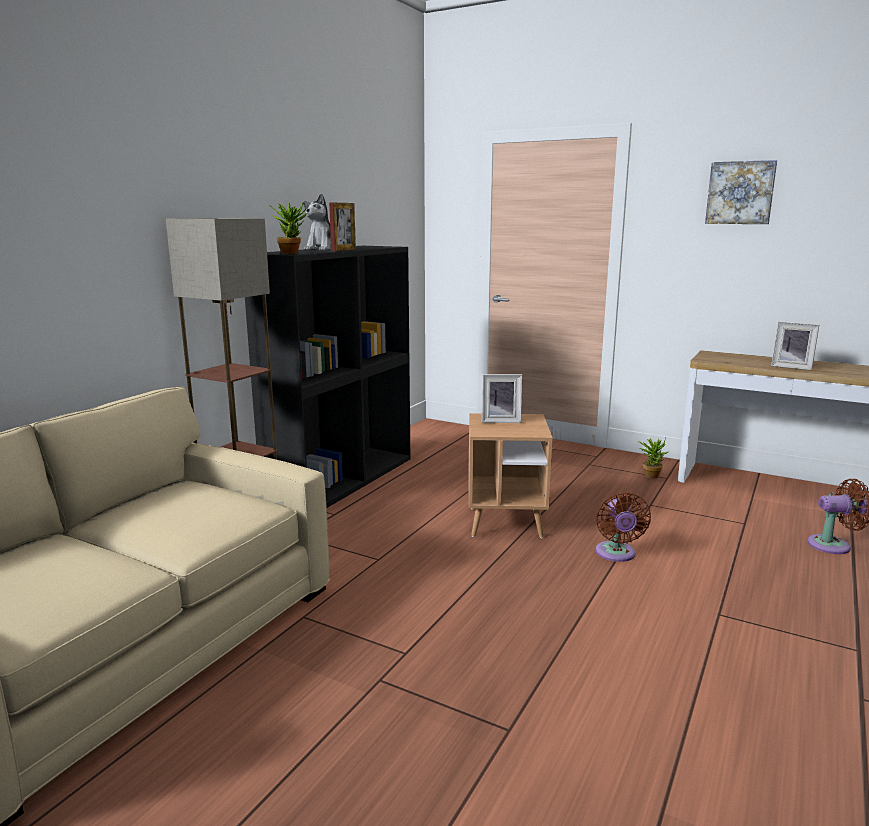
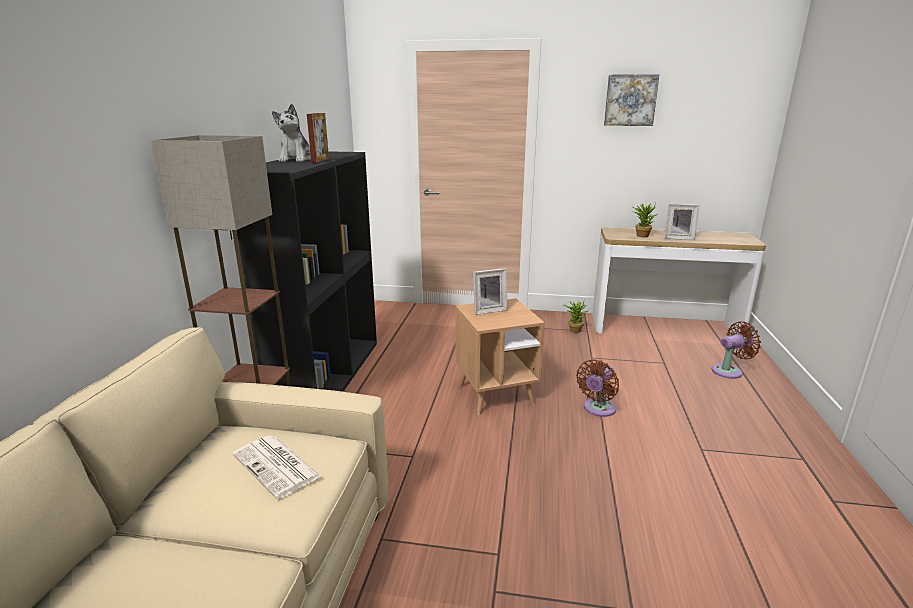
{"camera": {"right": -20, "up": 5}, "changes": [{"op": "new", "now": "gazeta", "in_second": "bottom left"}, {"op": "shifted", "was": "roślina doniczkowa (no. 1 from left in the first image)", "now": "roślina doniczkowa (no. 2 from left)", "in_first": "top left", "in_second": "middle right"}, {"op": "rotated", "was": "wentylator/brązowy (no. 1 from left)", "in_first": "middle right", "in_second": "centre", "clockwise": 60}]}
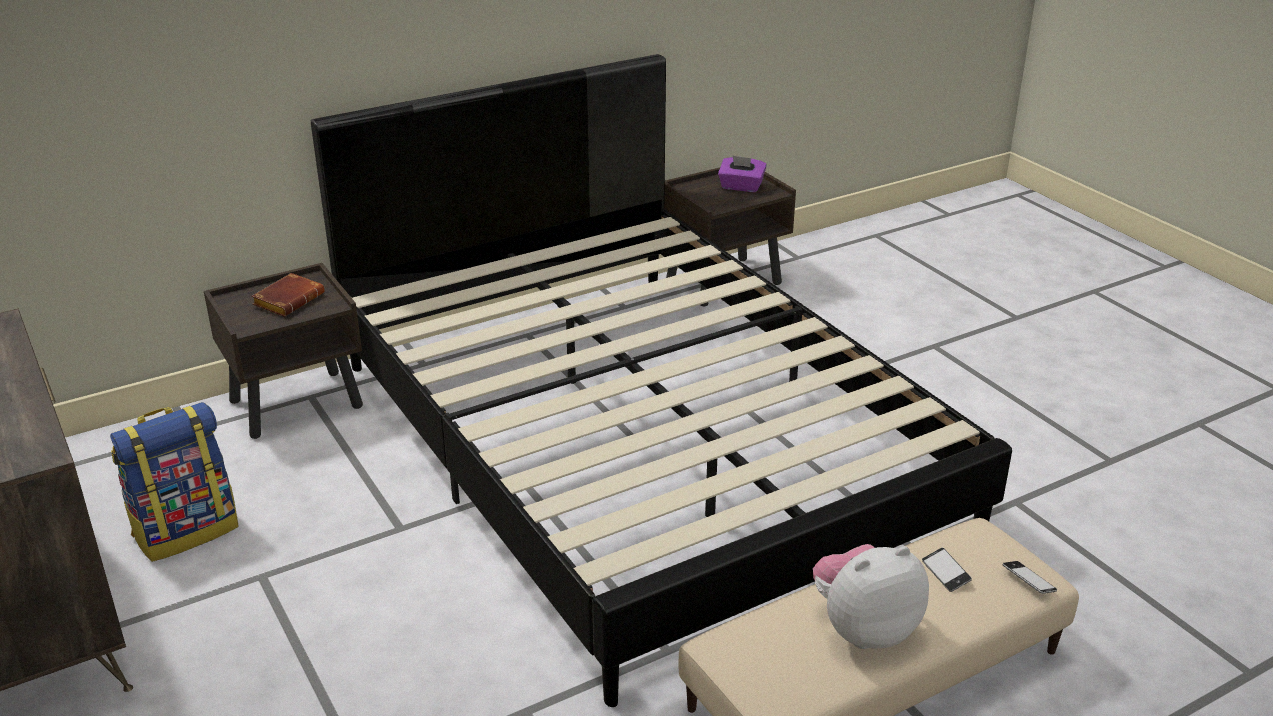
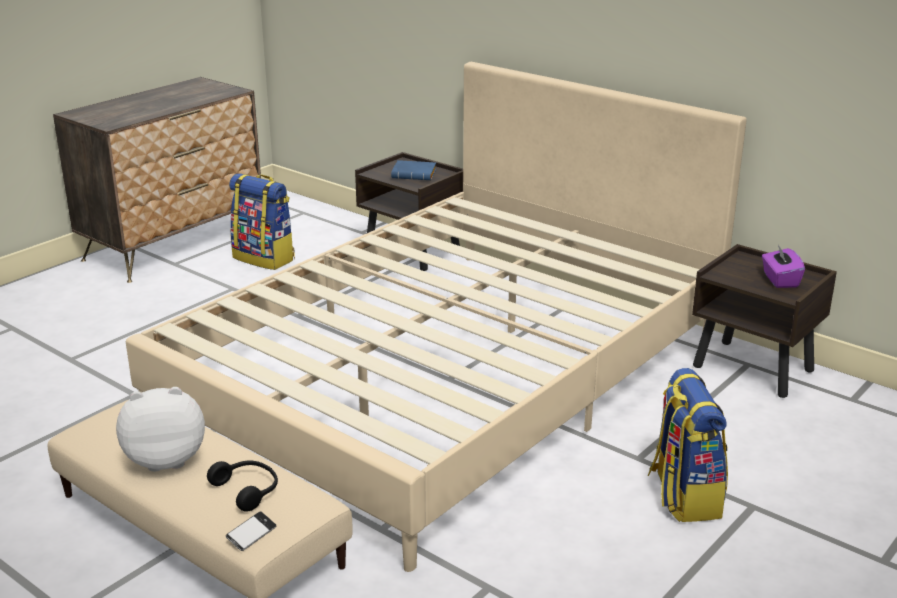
{"camera": {"right": 70, "up": -5}, "changes": [{"op": "new", "now": "plecak (no. 2 from left)", "in_second": "bottom right"}, {"op": "swapped", "was": "telefon (no. 1 from left)", "now": "słuchawki/czarny", "in_first": "bottom right", "in_second": "bottom left"}, {"op": "repainted", "was": "książka/brązowy", "now": "książka/niebieski", "in_first": "middle left", "in_second": "top centre"}, {"op": "repainted", "was": "łóżko/czarny", "now": "łóżko/beżowy", "in_first": "centre", "in_second": "centre"}, {"op": "rotated", "was": "pluszak", "in_first": "bottom right", "in_second": "bottom left", "clockwise": -60}]}
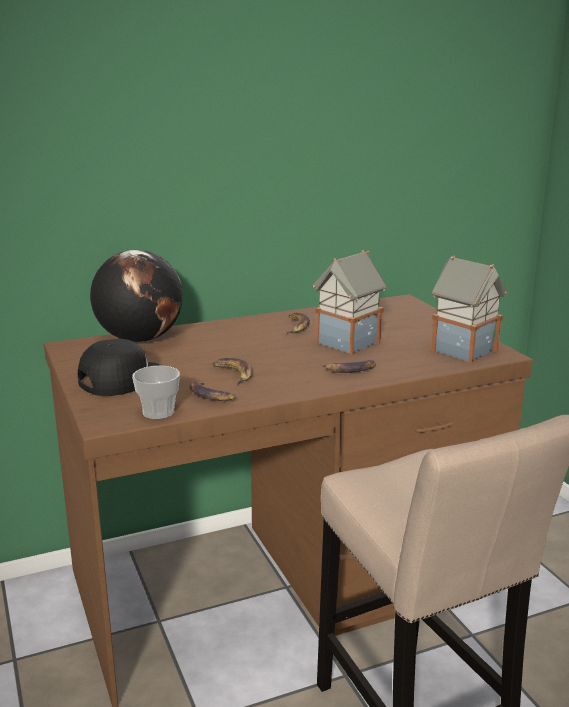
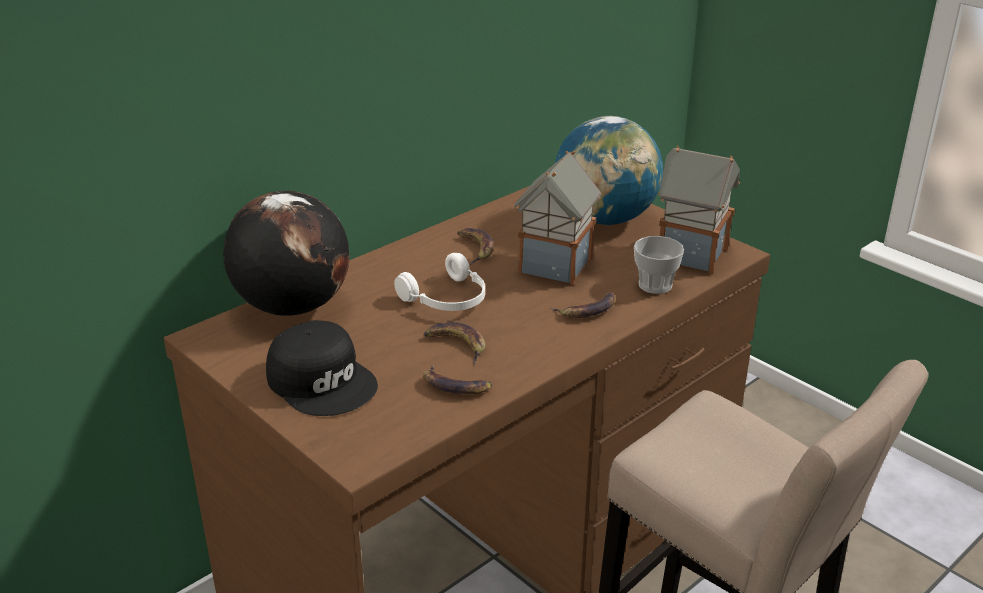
{"camera": {"right": -20, "up": 10}, "changes": [{"op": "new", "now": "słuchawki/biały", "in_second": "centre"}, {"op": "new", "now": "globus (no. 2 from left)", "in_second": "top centre"}, {"op": "shifted", "was": "filiżanka", "in_first": "middle left", "in_second": "middle right"}, {"op": "rotated", "was": "czapka z daszkiem/czarny", "in_first": "middle left", "in_second": "middle left", "clockwise": 105}]}
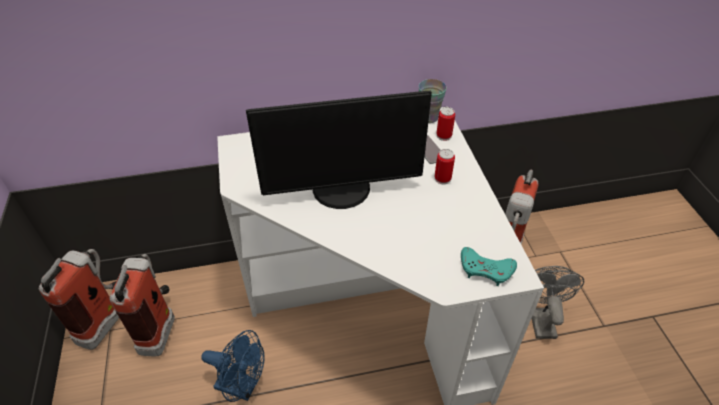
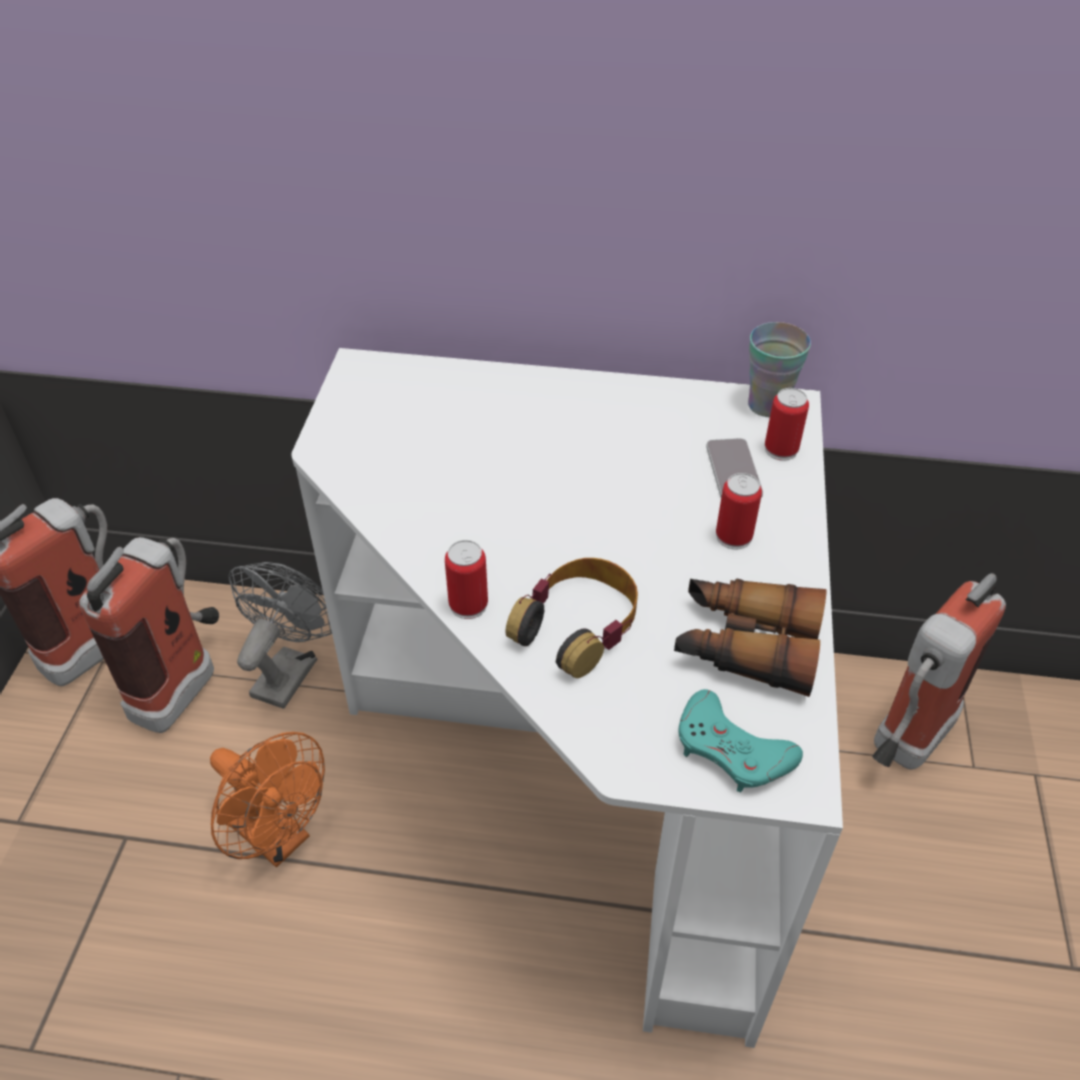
{"camera": {"right": 20, "up": 0}, "changes": [{"op": "gone", "was": "monitor", "in_first": "centre"}, {"op": "new", "now": "puszka (no. 1 from left)", "in_second": "centre"}, {"op": "new", "now": "słuchawki", "in_second": "centre"}, {"op": "new", "now": "lornetka", "in_second": "middle right"}, {"op": "shifted", "was": "wentylator/szary", "in_first": "bottom right", "in_second": "middle left"}, {"op": "repainted", "was": "wentylator/niebieski", "now": "wentylator/pomarańczowy", "in_first": "bottom left", "in_second": "bottom left"}]}
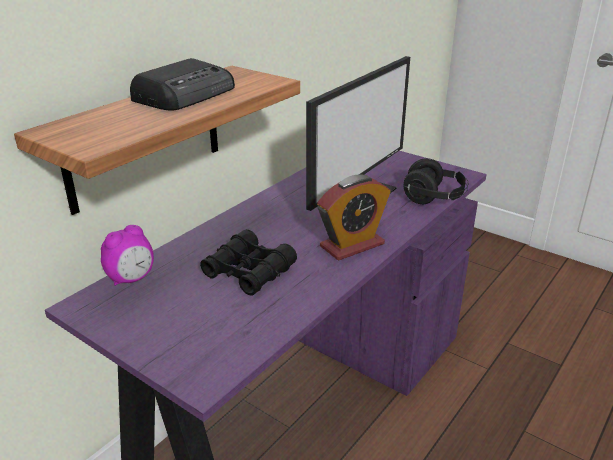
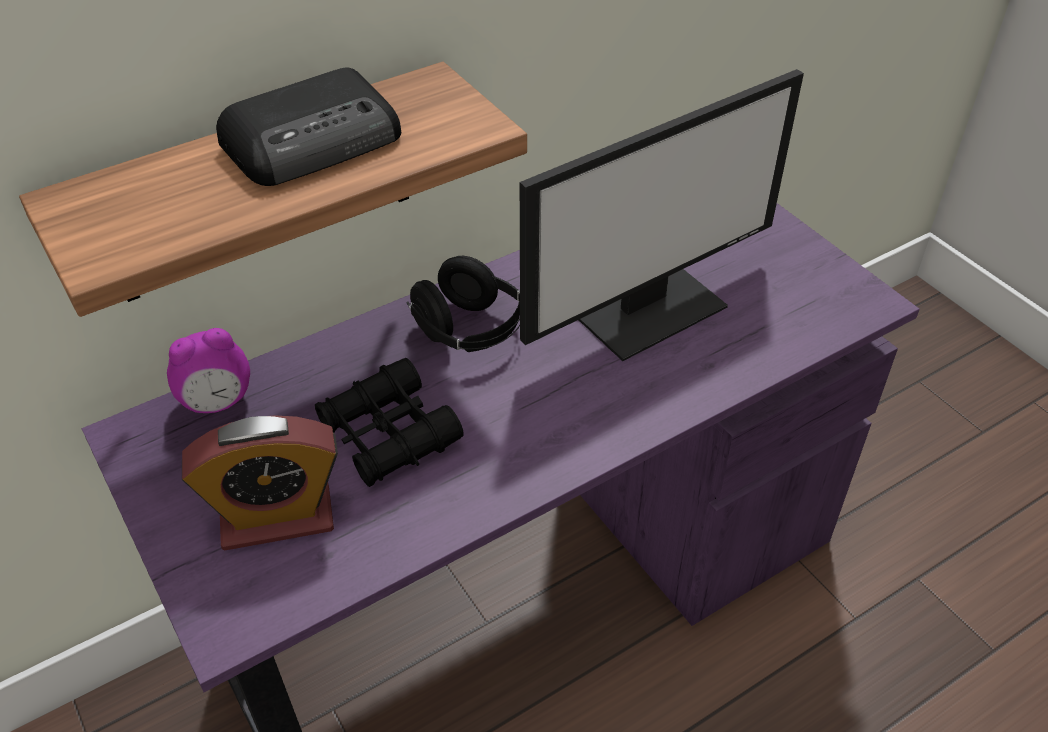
{"camera": {"right": 20, "up": 15}, "changes": [{"op": "shifted", "was": "budzik (no. 2 from left)", "in_first": "centre", "in_second": "middle left"}, {"op": "shifted", "was": "słuchawki/czarny", "in_first": "middle right", "in_second": "centre"}]}
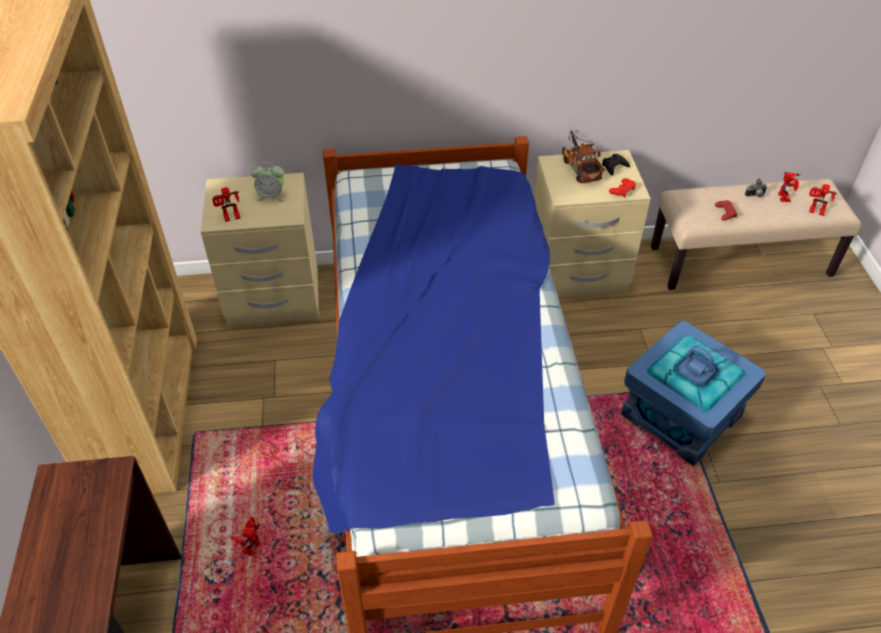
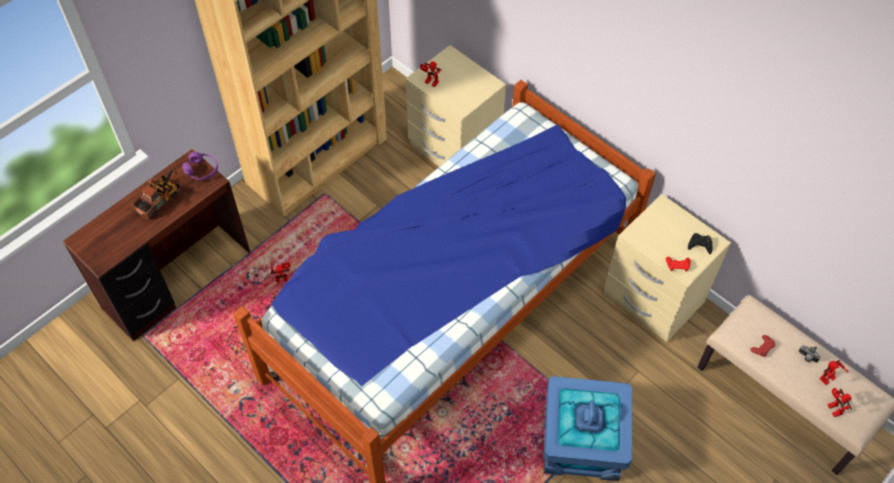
{"camera": {"right": 50, "up": 10}, "changes": [{"op": "gone", "was": "budzik", "in_first": "top left"}, {"op": "new", "now": "słuchawki/fioletowy", "in_second": "middle left"}, {"op": "shifted", "was": "ciężarówka zabawkowa", "in_first": "top centre", "in_second": "middle left"}]}
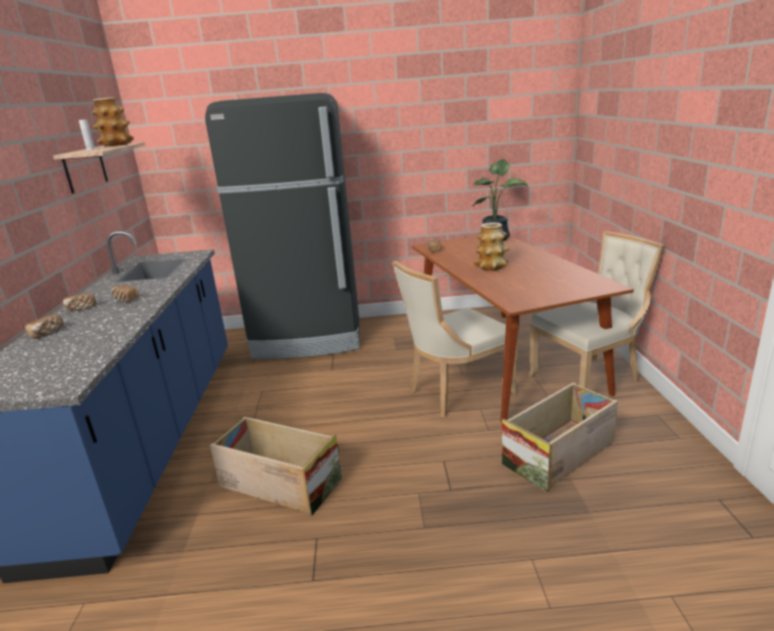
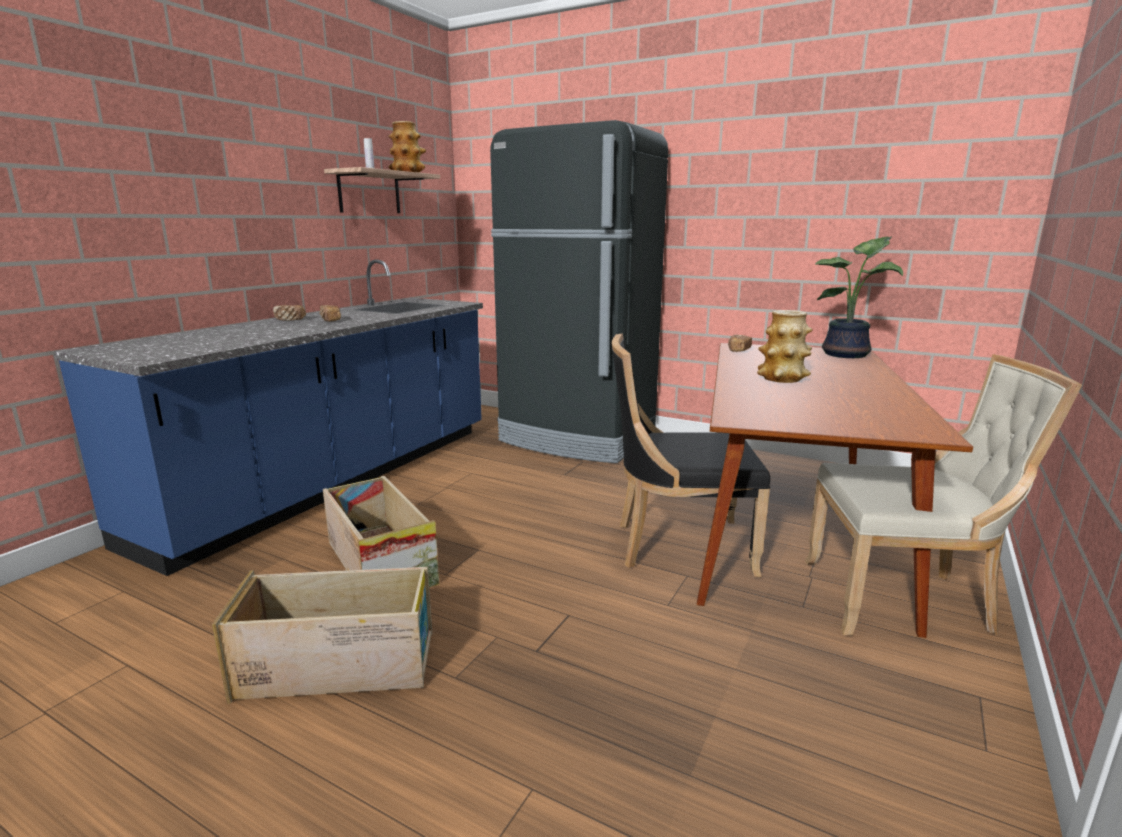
{"camera": {"right": 30, "up": -5}, "changes": [{"op": "gone", "was": "chleb (no. 1 from left)", "in_first": "middle left"}, {"op": "shifted", "was": "skrzynka (no. 2 from left in the first image)", "now": "skrzynka (no. 1 from left)", "in_first": "bottom right", "in_second": "bottom left"}, {"op": "repainted", "was": "krzesło/beżowy (no. 1 from left)", "now": "krzesło/czarny", "in_first": "centre", "in_second": "centre"}]}
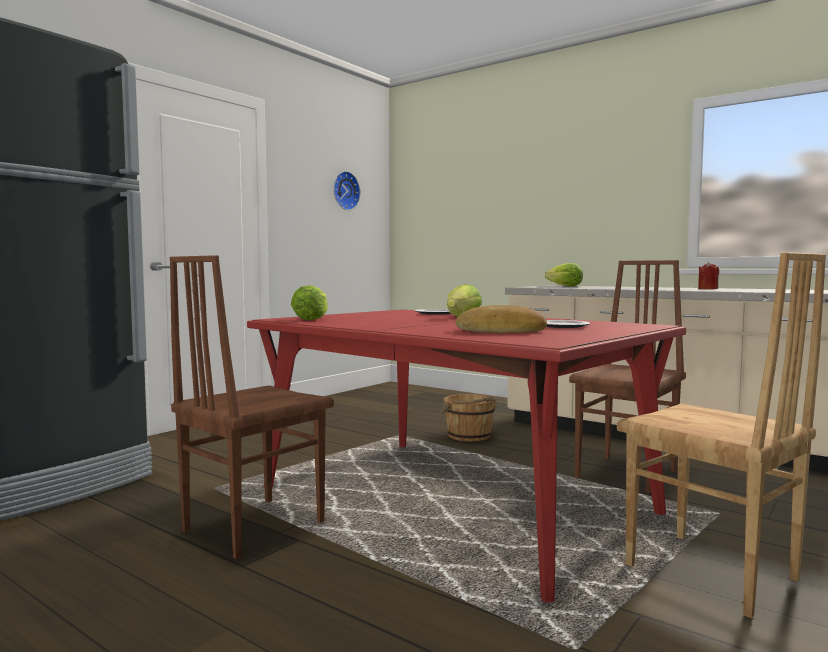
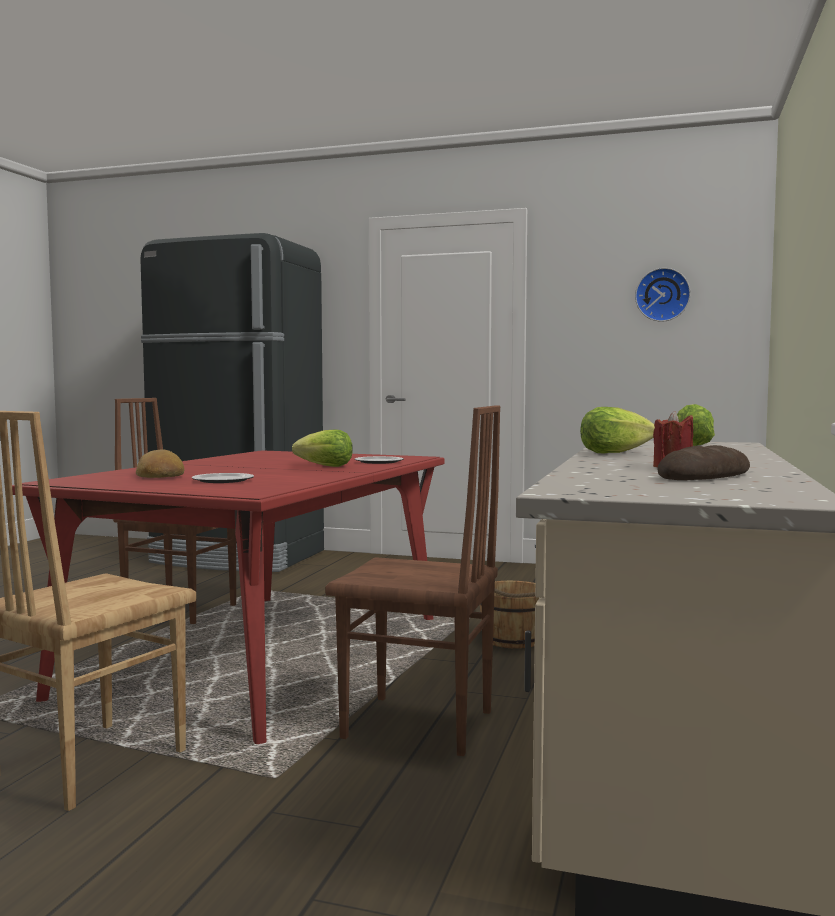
{"camera": {"right": 70, "up": 0}, "changes": [{"op": "new", "now": "chleb (no. 2 from left)", "in_second": "middle right"}, {"op": "shifted", "was": "sałata (no. 1 from left in the first image)", "now": "sałata (no. 2 from left)", "in_first": "centre", "in_second": "middle right"}]}
